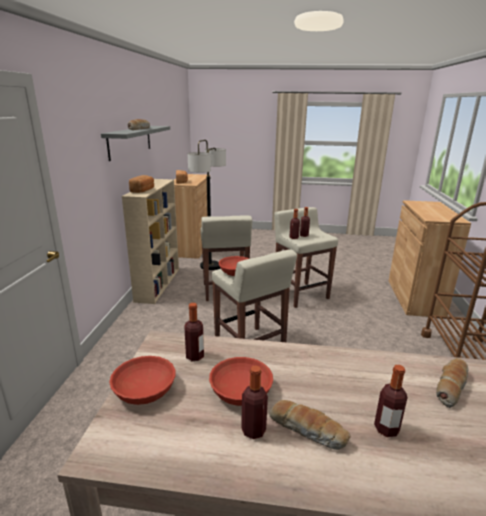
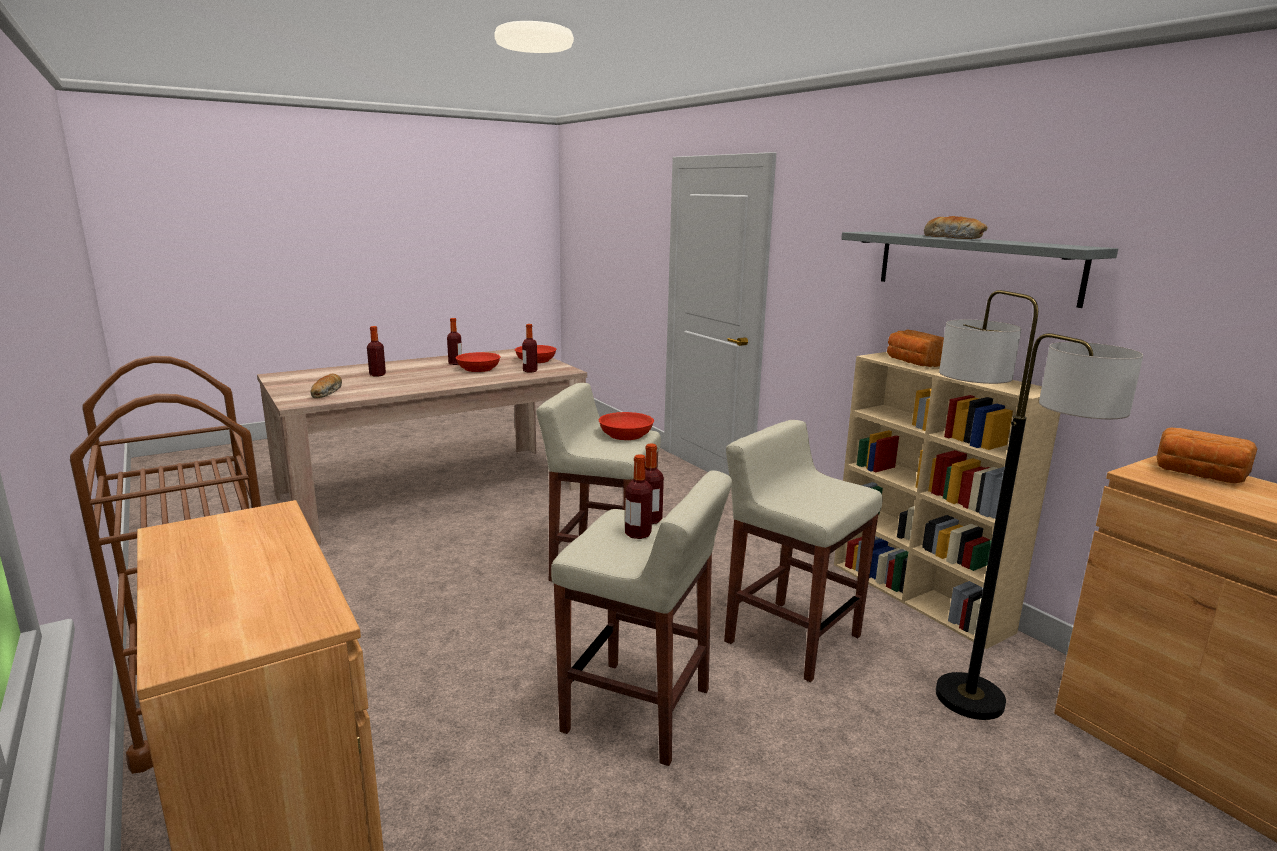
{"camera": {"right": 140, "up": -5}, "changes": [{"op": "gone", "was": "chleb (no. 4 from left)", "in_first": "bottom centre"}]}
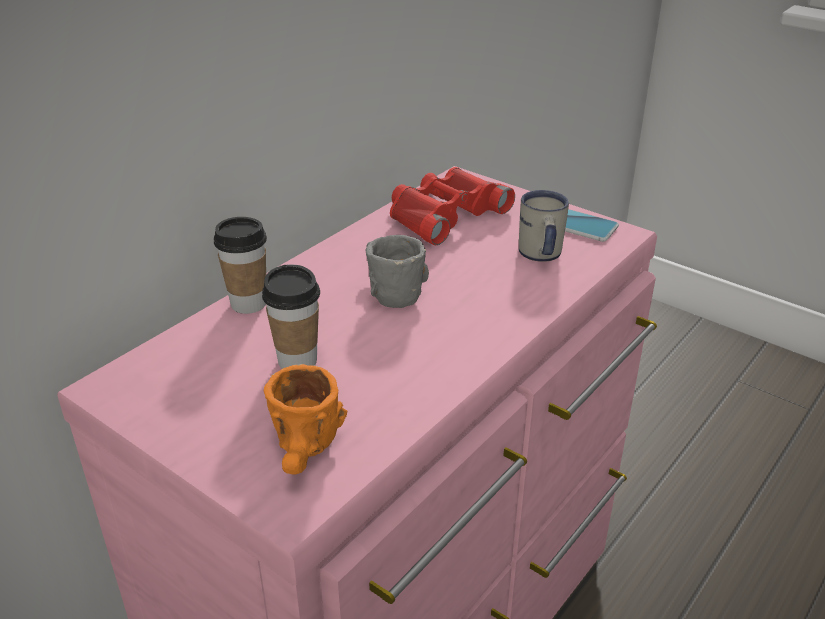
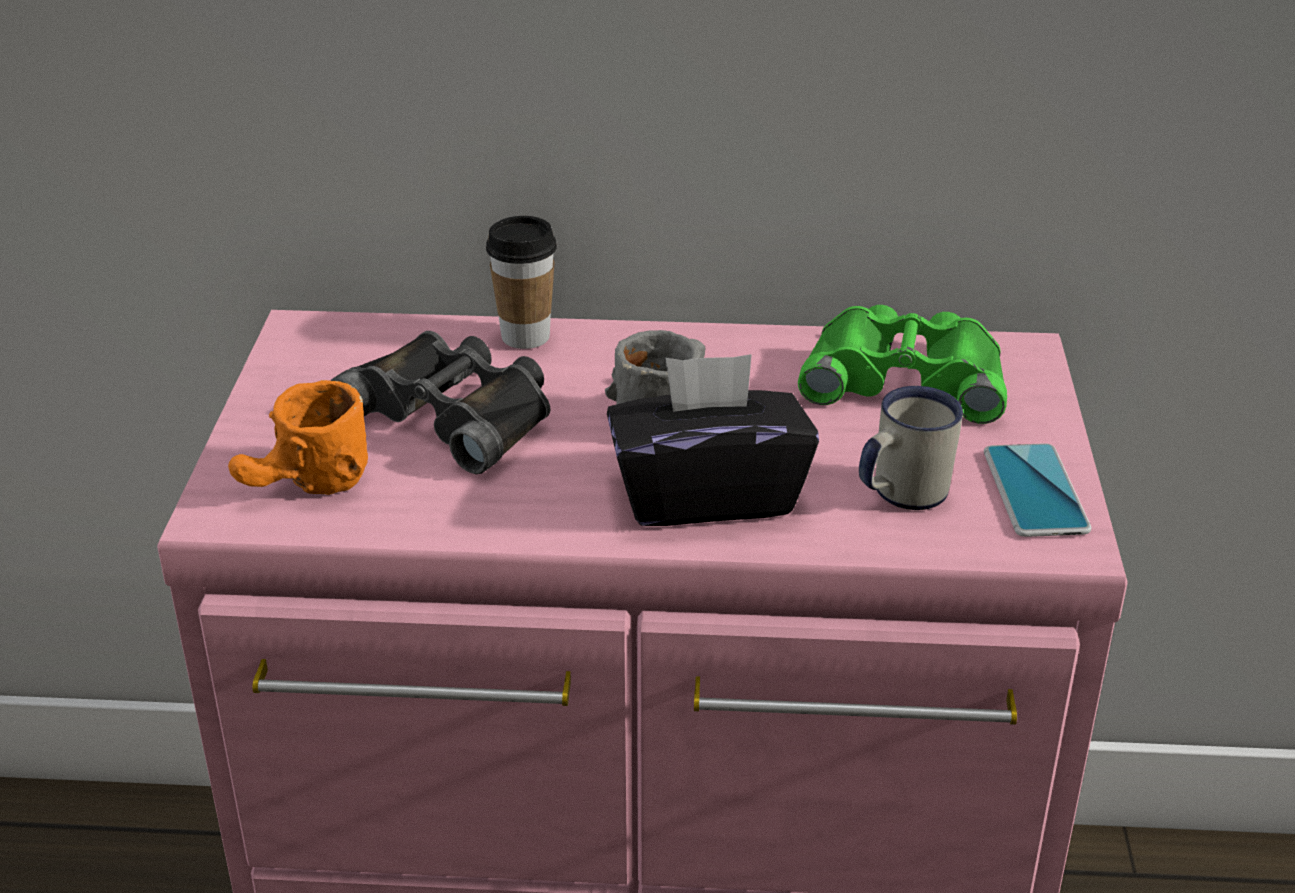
{"camera": {"right": 55, "up": 0}, "changes": [{"op": "new", "now": "pudełko chusteczek/czarny", "in_second": "centre"}, {"op": "swapped", "was": "filiżanka (no. 2 from left)", "now": "lornetka/czarny", "in_first": "centre", "in_second": "centre"}, {"op": "repainted", "was": "lornetka/czerwony", "now": "lornetka/zielony", "in_first": "top centre", "in_second": "middle right"}]}
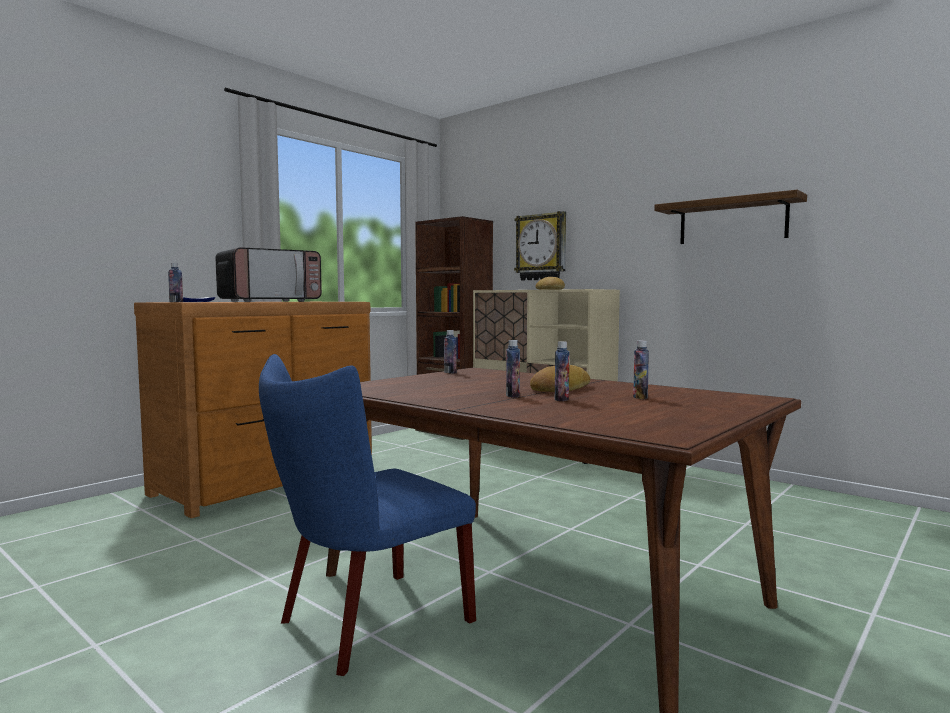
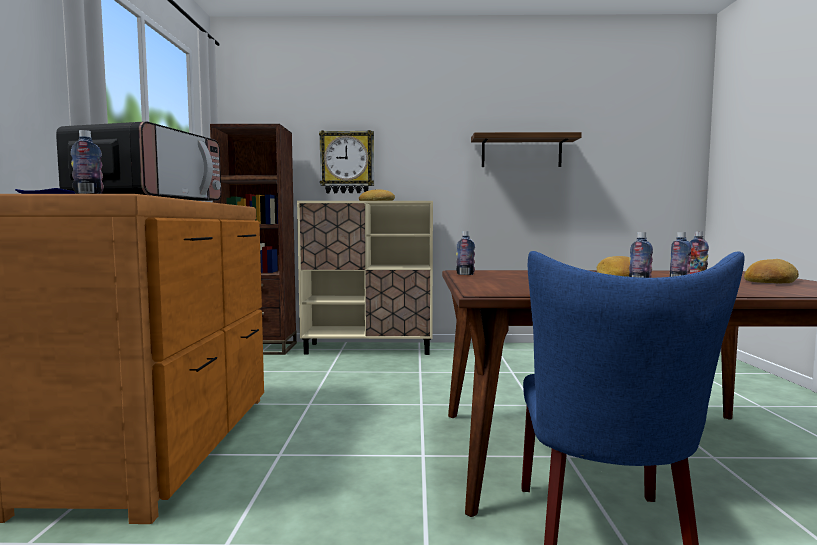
{"camera": {"right": -40, "up": 0}, "changes": [{"op": "new", "now": "chleb (no. 3 from left)", "in_second": "middle right"}]}
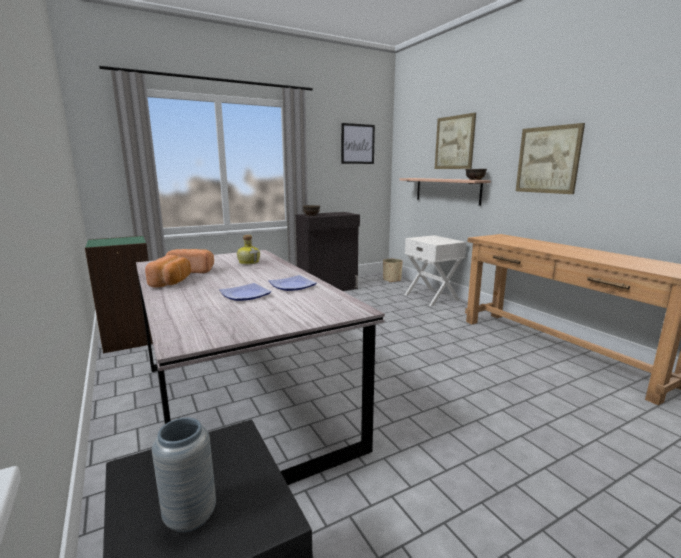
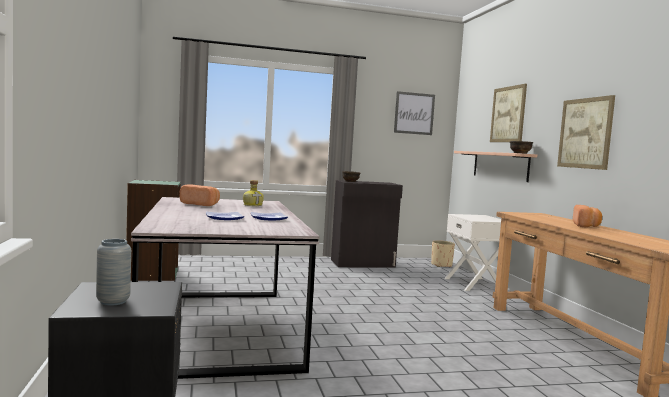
{"camera": {"right": 15, "up": -10}, "changes": [{"op": "shifted", "was": "chleb (no. 1 from left in the first image)", "now": "chleb (no. 2 from left)", "in_first": "middle left", "in_second": "middle right"}]}
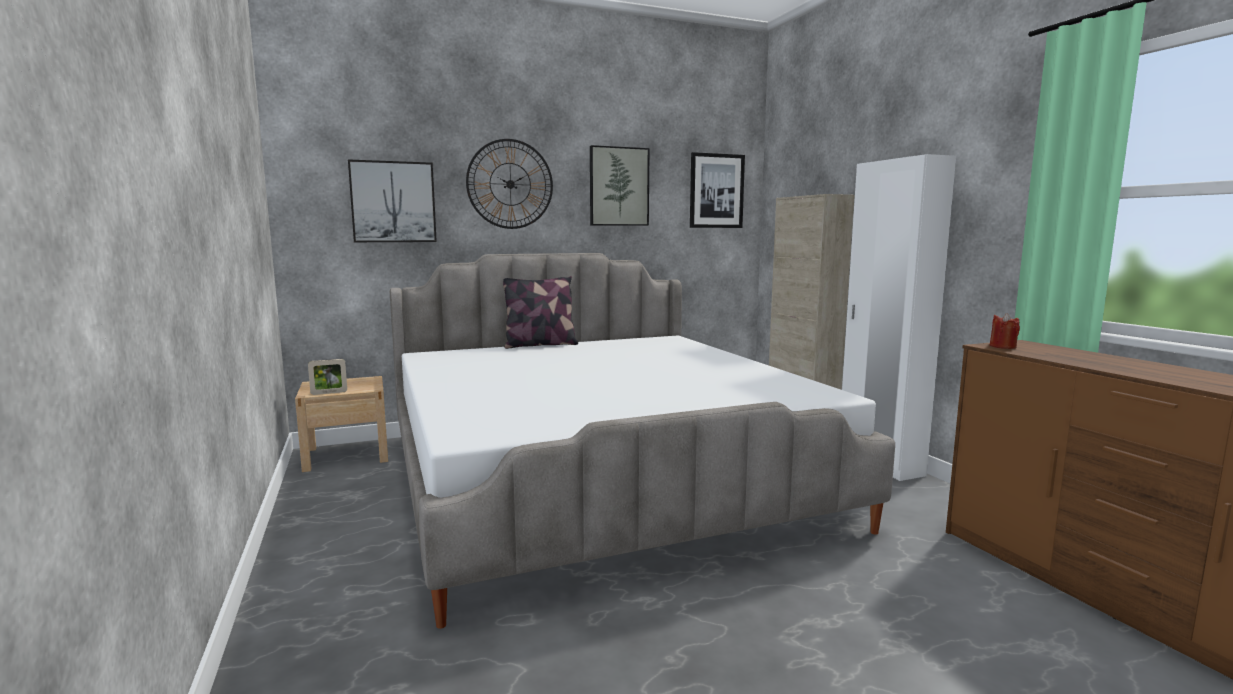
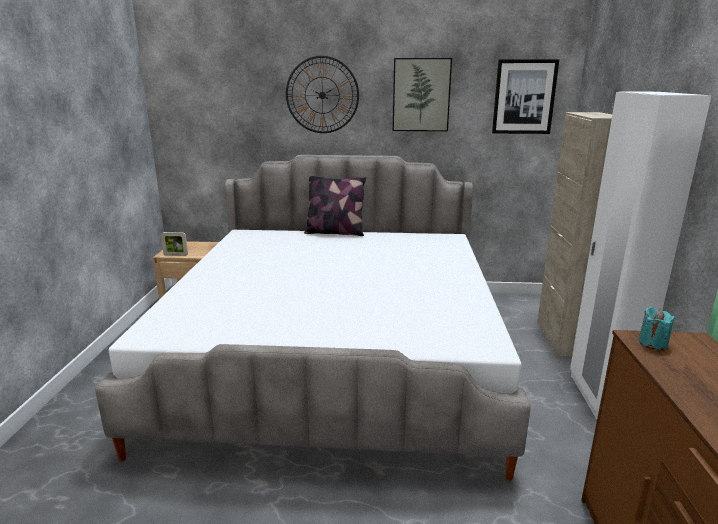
{"camera": {"right": 25, "up": 10}, "changes": [{"op": "gone", "was": "obraz (no. 1 from left)", "in_first": "top left"}, {"op": "repainted", "was": "świeca/czerwony", "now": "świeca/turkusowy", "in_first": "middle right", "in_second": "middle right"}]}
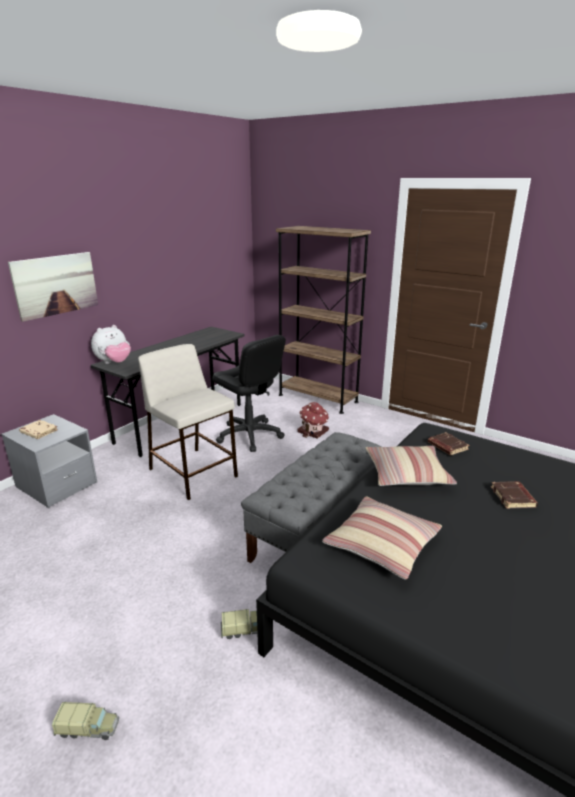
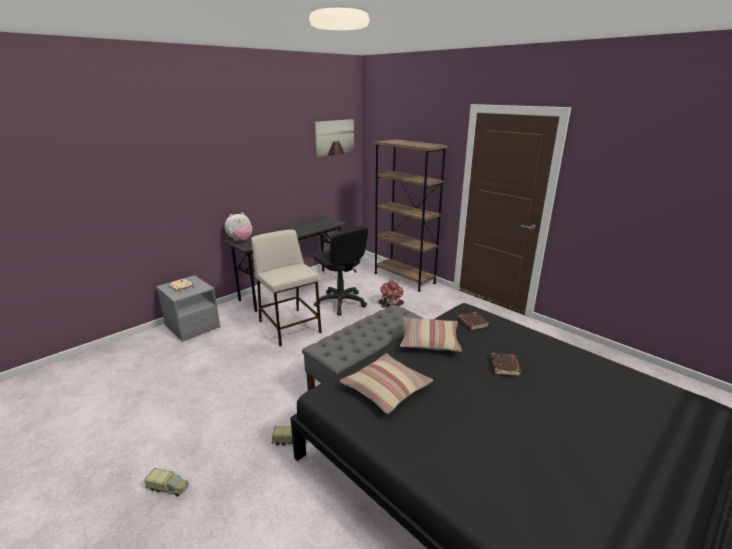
{"camera": {"right": 10, "up": 0}, "changes": [{"op": "shifted", "was": "obraz", "in_first": "middle left", "in_second": "top centre"}]}
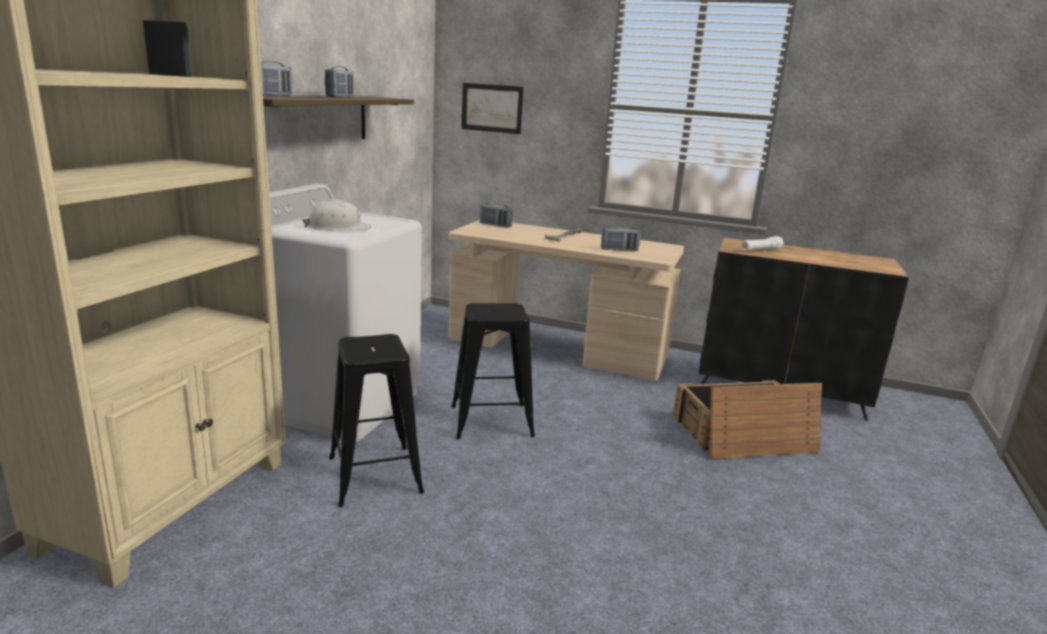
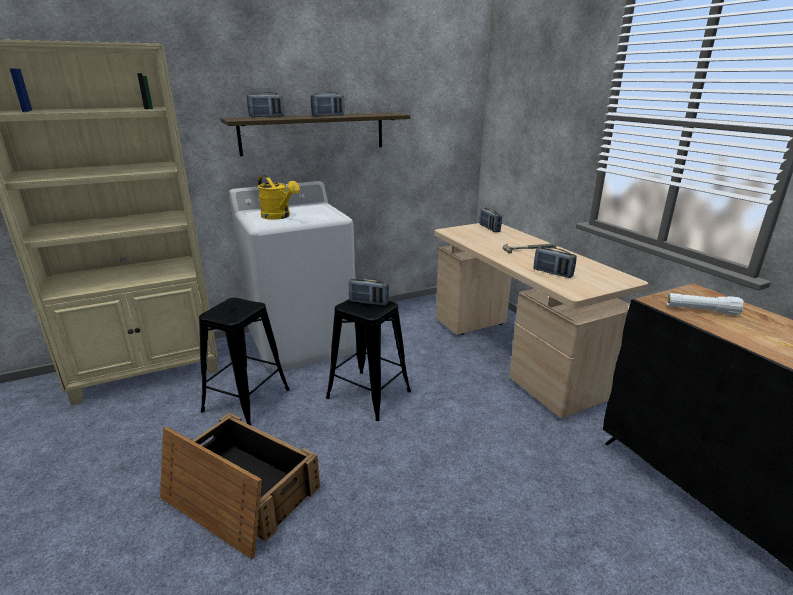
{"camera": {"right": 45, "up": 5}, "changes": [{"op": "gone", "was": "obraz", "in_first": "top centre"}, {"op": "new", "now": "radio (no. 3 from left)", "in_second": "centre"}, {"op": "shifted", "was": "skrzynka", "in_first": "middle right", "in_second": "bottom left"}, {"op": "swapped", "was": "kask/biały", "now": "konewka/żółty", "in_first": "middle left", "in_second": "top centre"}]}
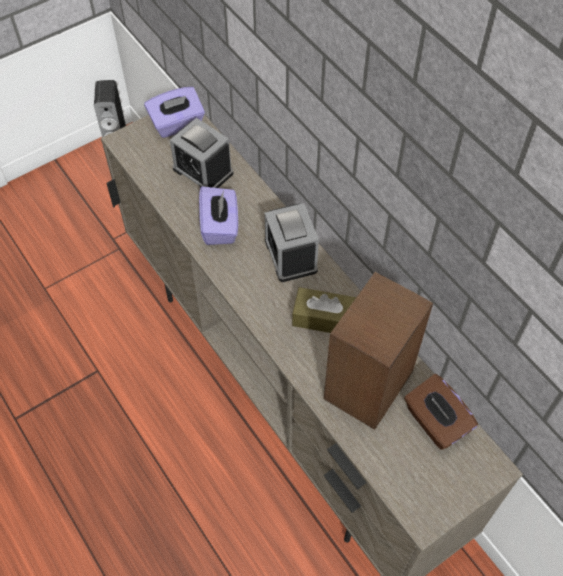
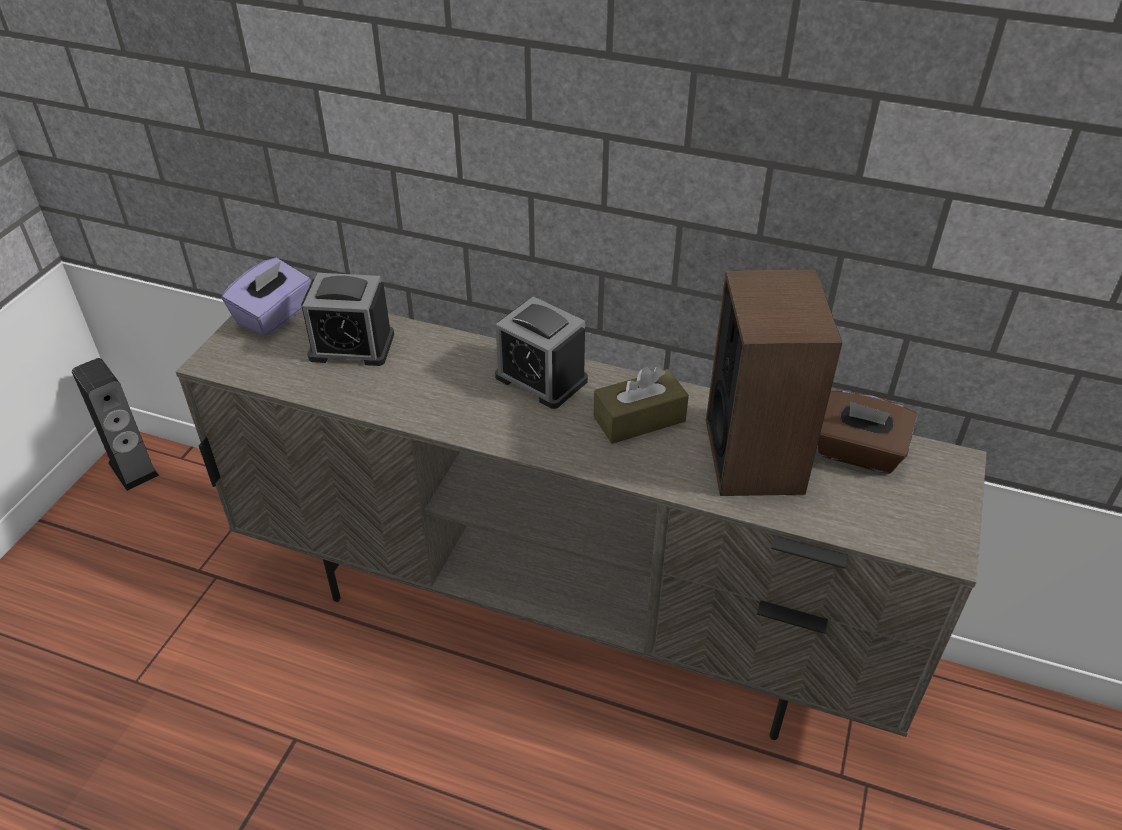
{"camera": {"right": -35, "up": -15}, "changes": [{"op": "gone", "was": "pudełko chusteczek/fioletowy (no. 2 from left)", "in_first": "centre"}]}
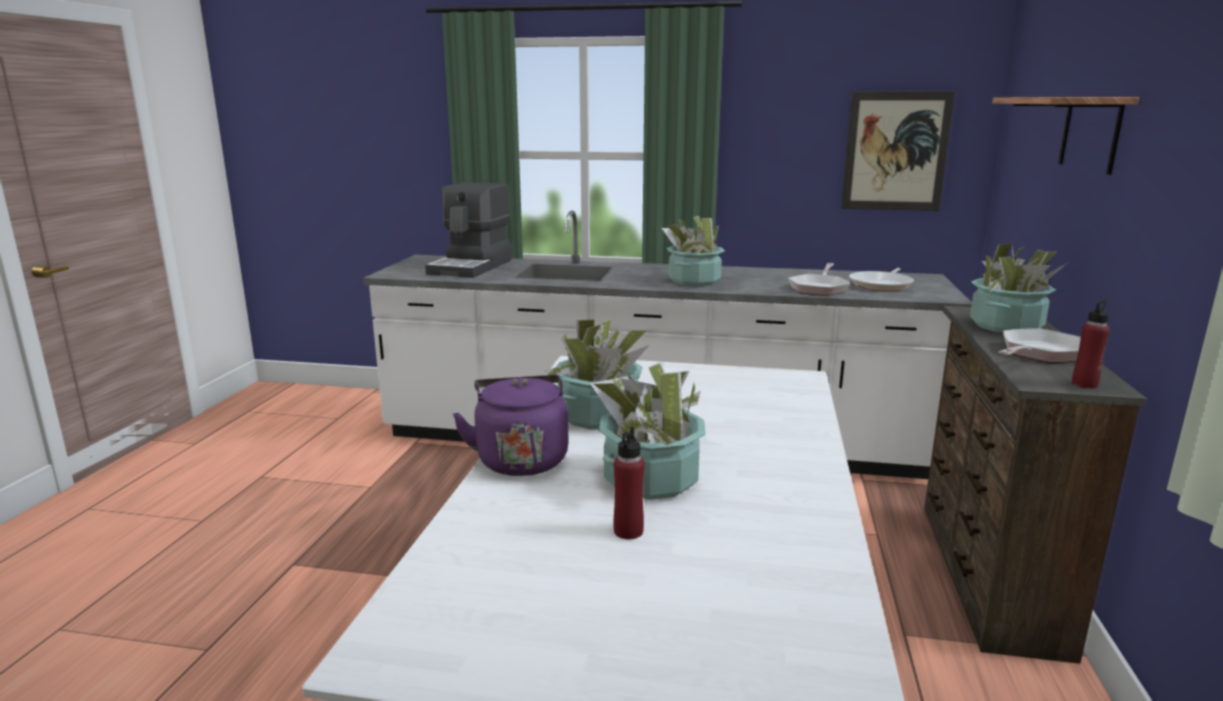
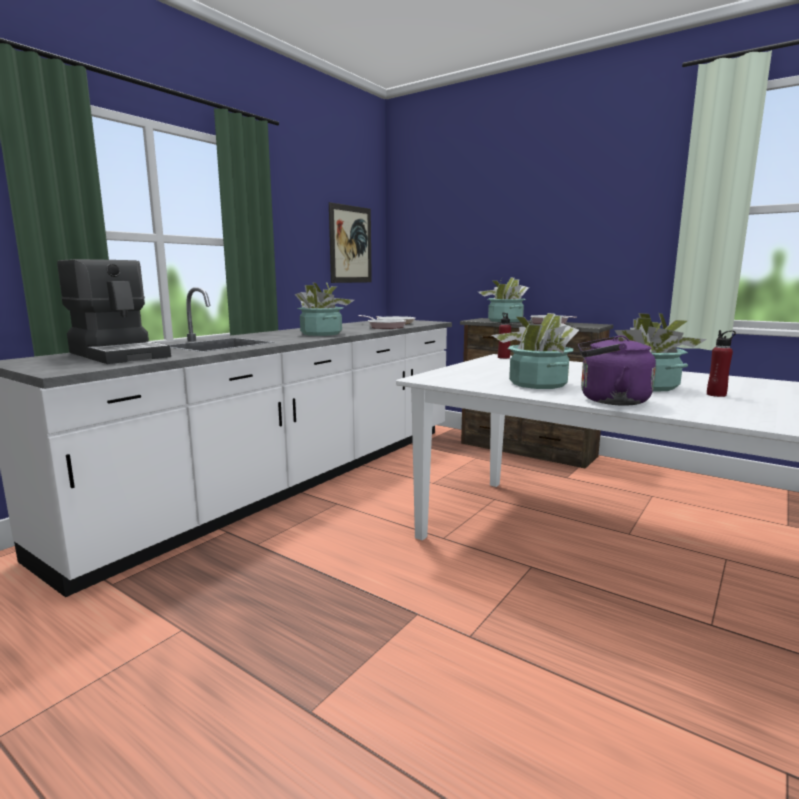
{"camera": {"right": -65, "up": -5}, "changes": [{"op": "gone", "was": "półka", "in_first": "top right"}, {"op": "shifted", "was": "butelka/czerwony (no. 2 from left in the first image)", "now": "butelka/czerwony (no. 1 from left)", "in_first": "middle right", "in_second": "centre"}]}
